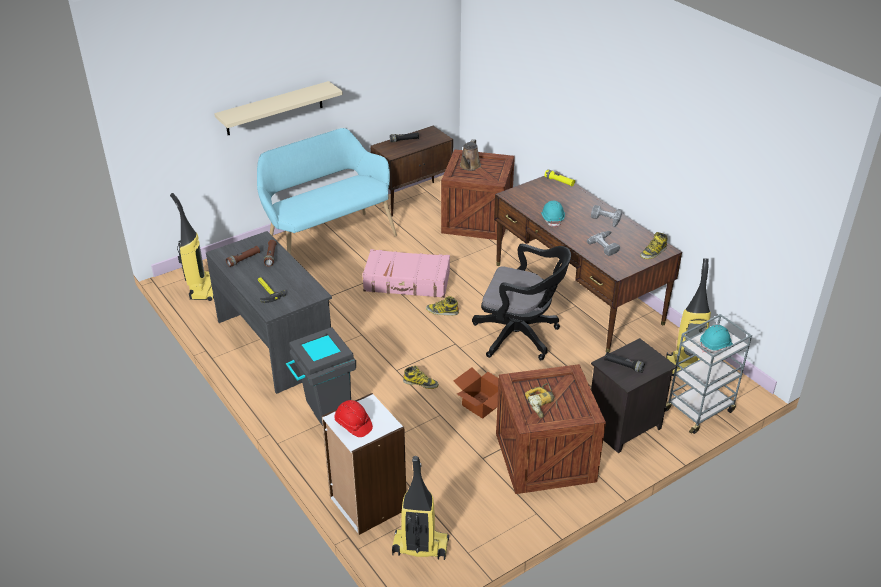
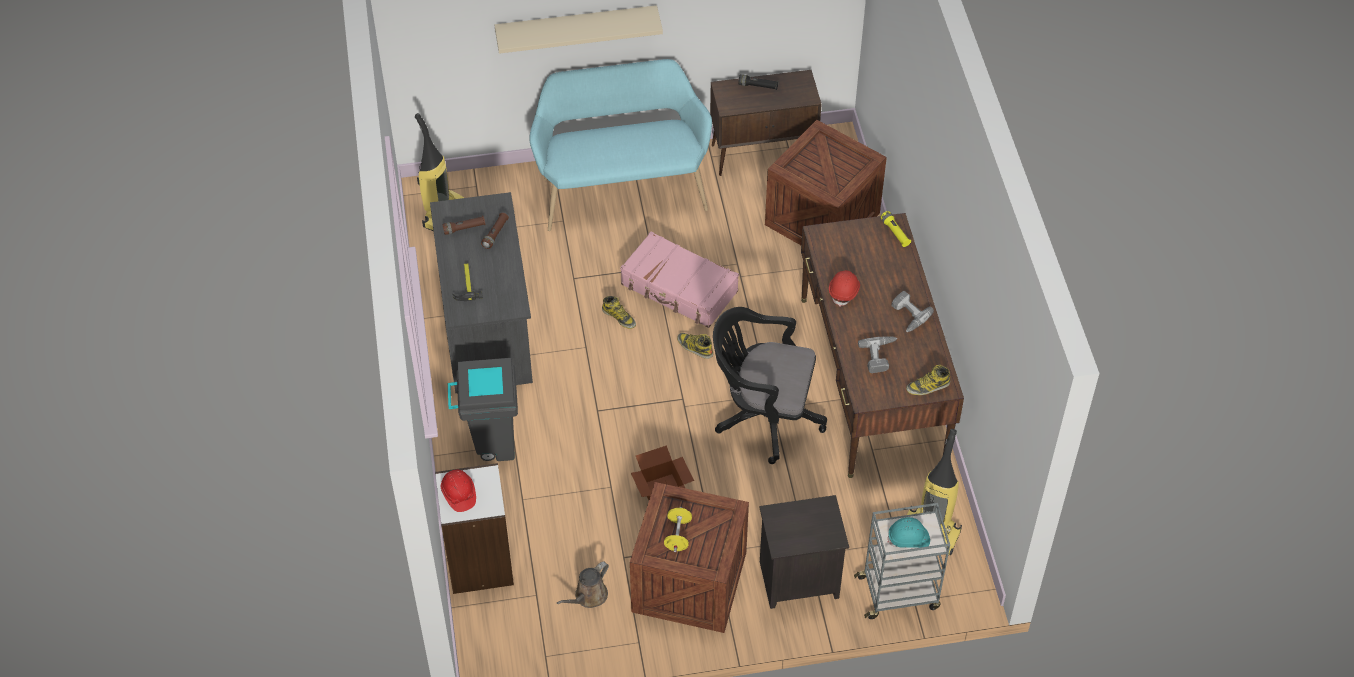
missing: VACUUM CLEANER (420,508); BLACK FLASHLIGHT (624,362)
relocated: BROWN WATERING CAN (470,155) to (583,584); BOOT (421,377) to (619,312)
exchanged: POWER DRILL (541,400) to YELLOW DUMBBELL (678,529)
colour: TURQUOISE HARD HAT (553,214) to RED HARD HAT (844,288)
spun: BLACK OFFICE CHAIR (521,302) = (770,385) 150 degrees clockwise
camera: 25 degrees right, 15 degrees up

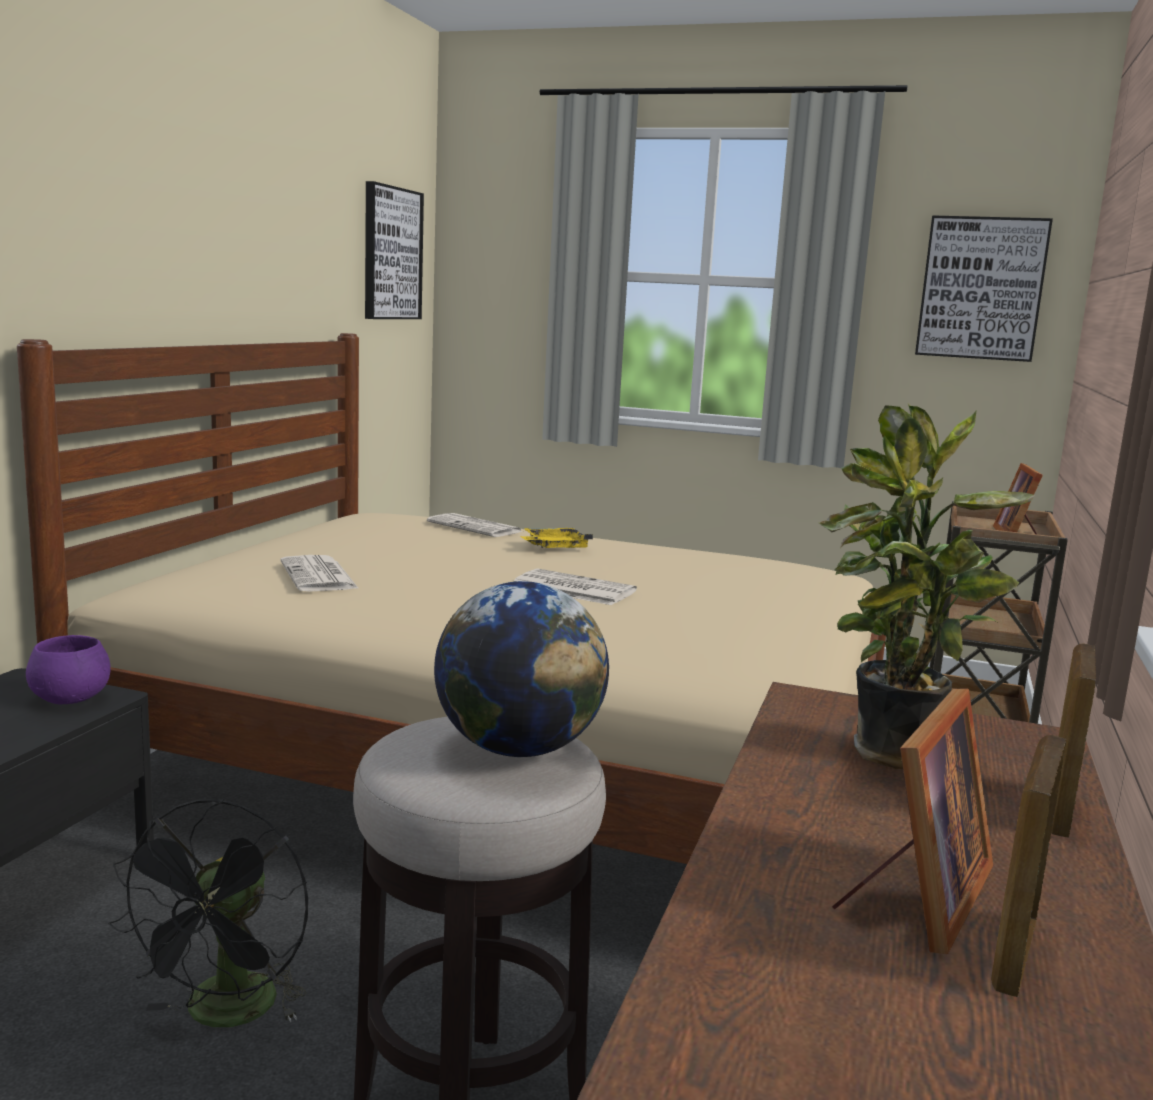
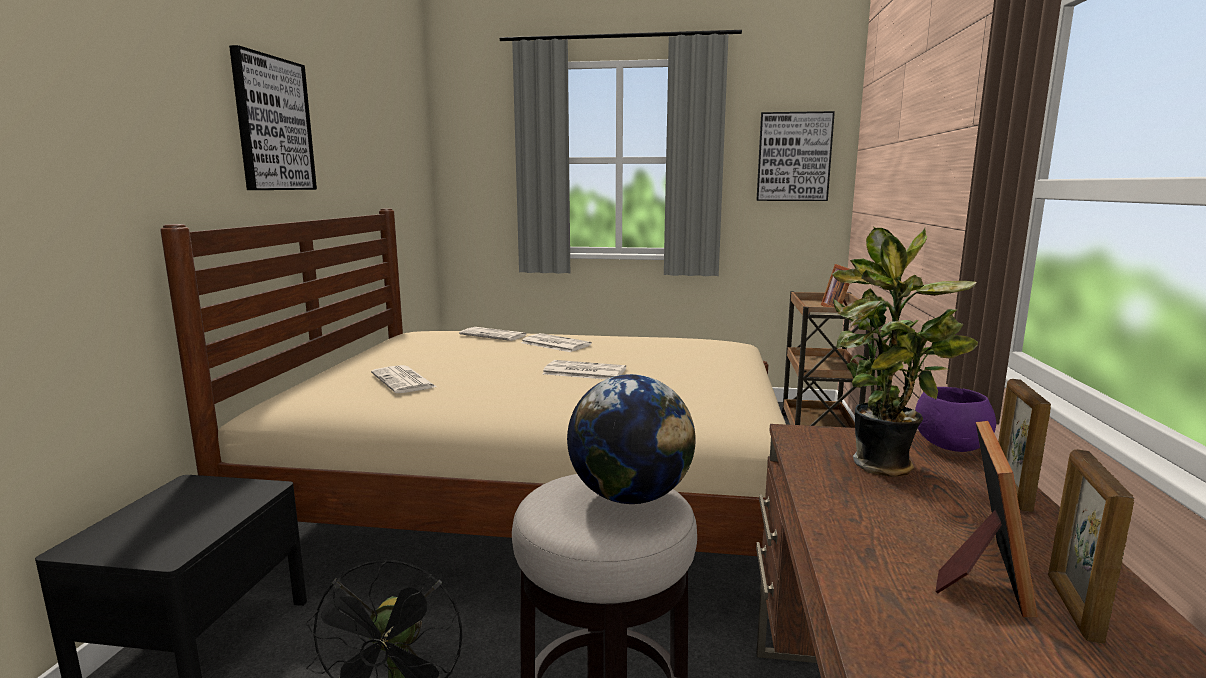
relocated: PICTURE (394,250) to (273,117); PURPLE BOWL (68,669) to (955,419)
exchanged: YELLOW TRAY (556,538) to NEWSPAPER (556,342)
camera: 10 degrees left, 0 degrees up

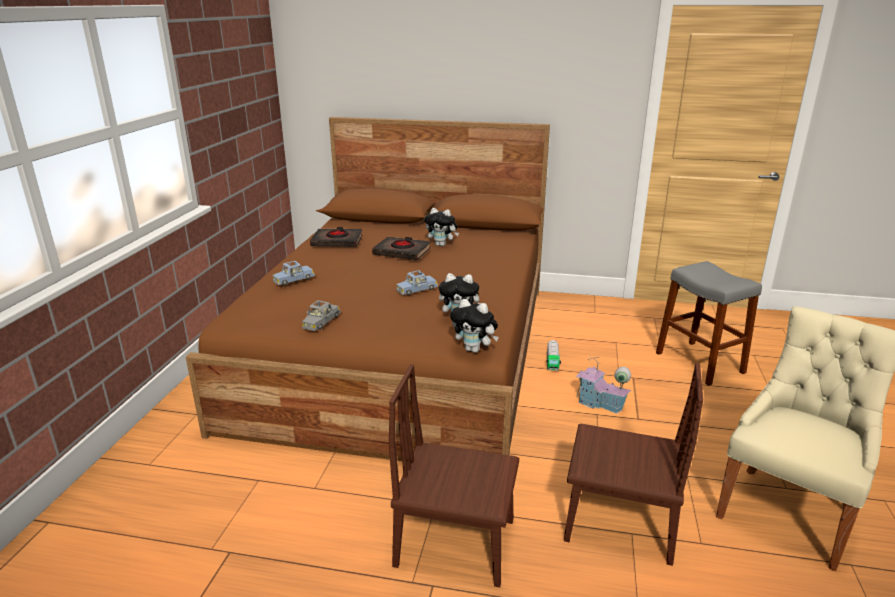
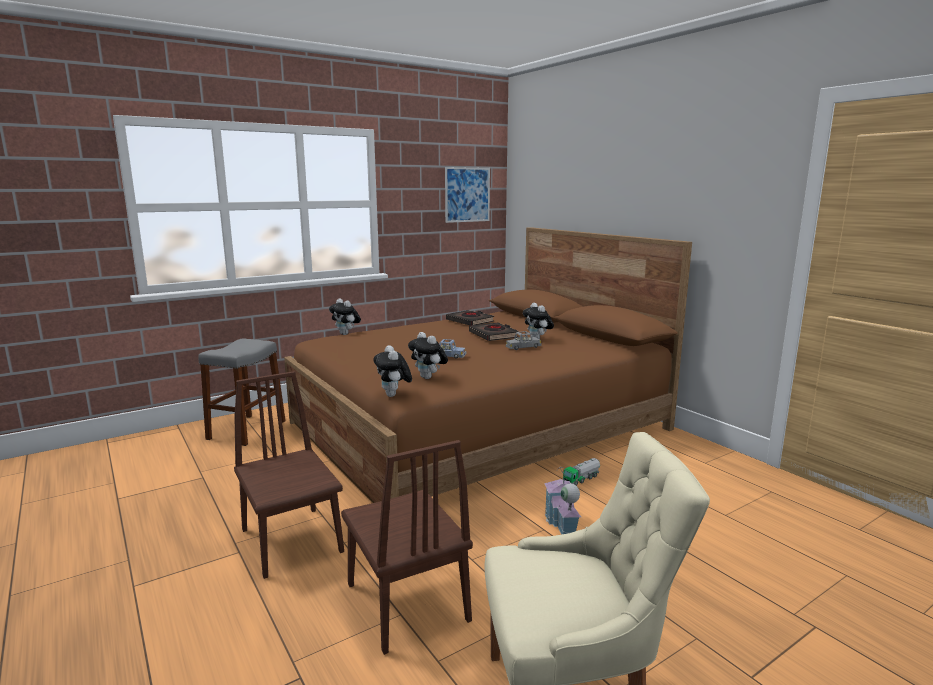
missing: BLUE TOY CAR (294,273)
appeared: PLUSH TOY (345,316); PICTURE (467,195)
relocated: GREY STOOL (709,323) to (242,392); GREY TOY CAR (321,315) to (524,340)
camera: 45 degrees right, 10 degrees down

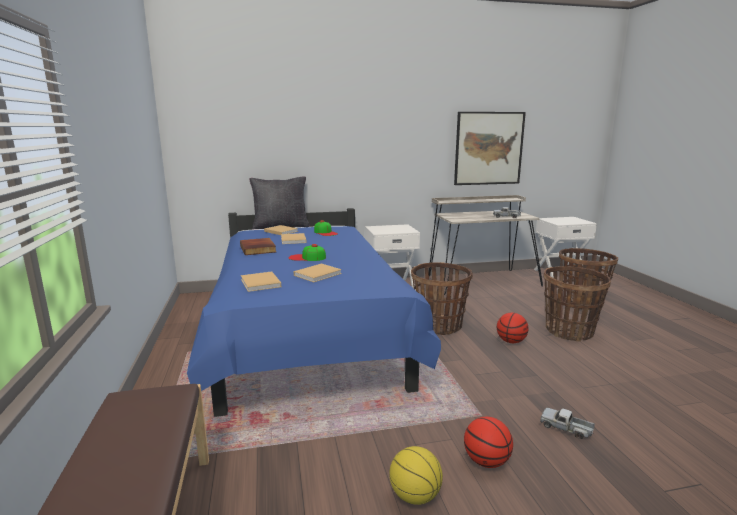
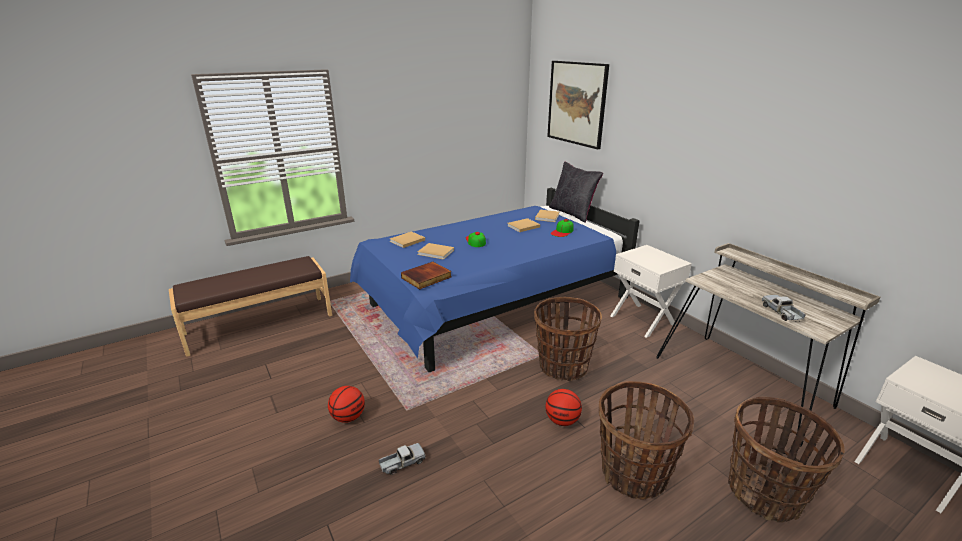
missing: BASKETBALL (416,475)
relocated: BOOK (258,246) to (426,276); PICTURE (490,148) to (578,105)
spun: TOY TRUCK (567,423) = (402,459) 45 degrees clockwise
camera: 70 degrees right, 10 degrees up

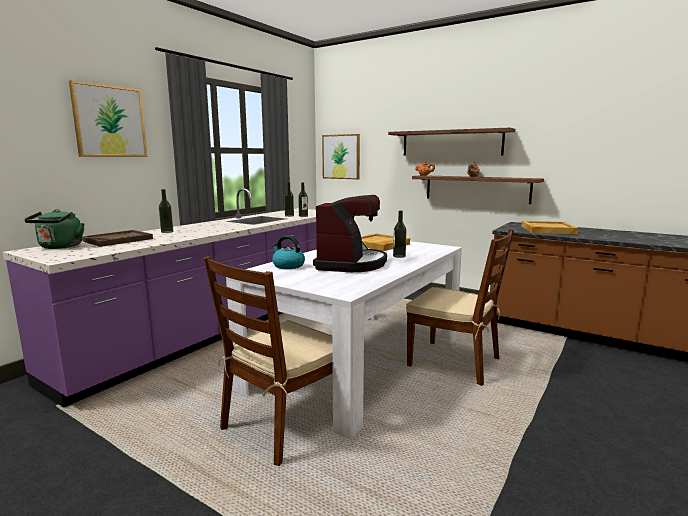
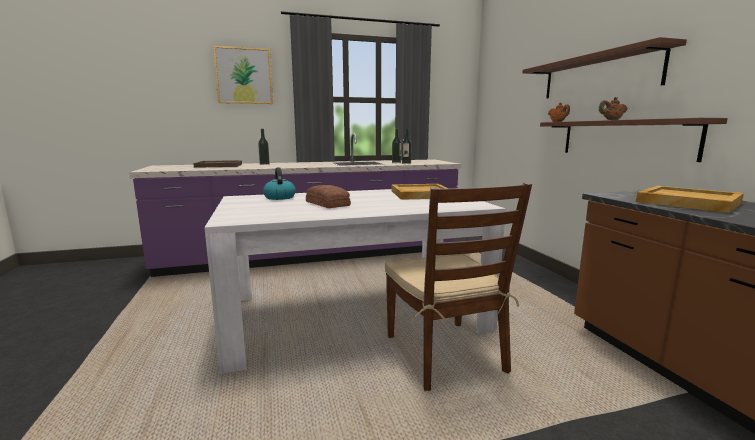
missing: GREEN KETTLE (54,229); BROWN CHAIR (268,361); PICTURE (341,157); BOTTLE (400,234)
exchanged: COFFEE MACHINE (350,233) to BREAD (328,196)
camera: 40 degrees right, 0 degrees up

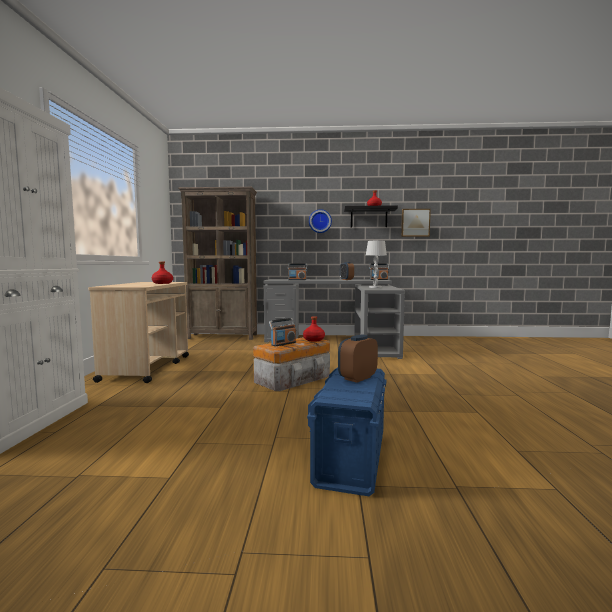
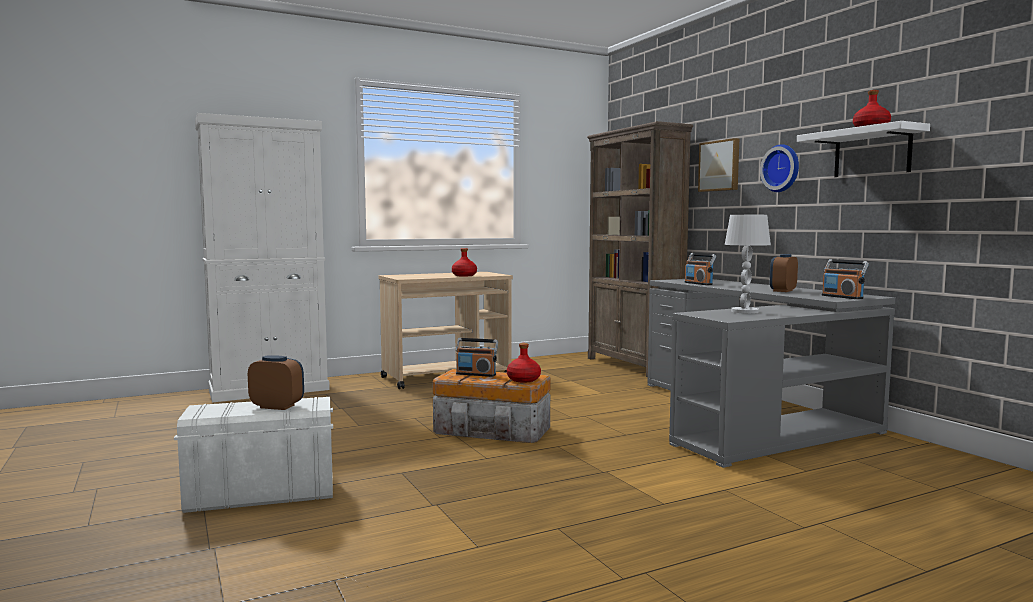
relocated: PICTURE (416,223) to (718,165)
colour: BLUE STORAGE BOX (347,432) to WHITE STORAGE BOX (253,455); BLACK SHELF (371,216) to WHITE SHELF (863,149)
camera: 60 degrees right, 0 degrees up

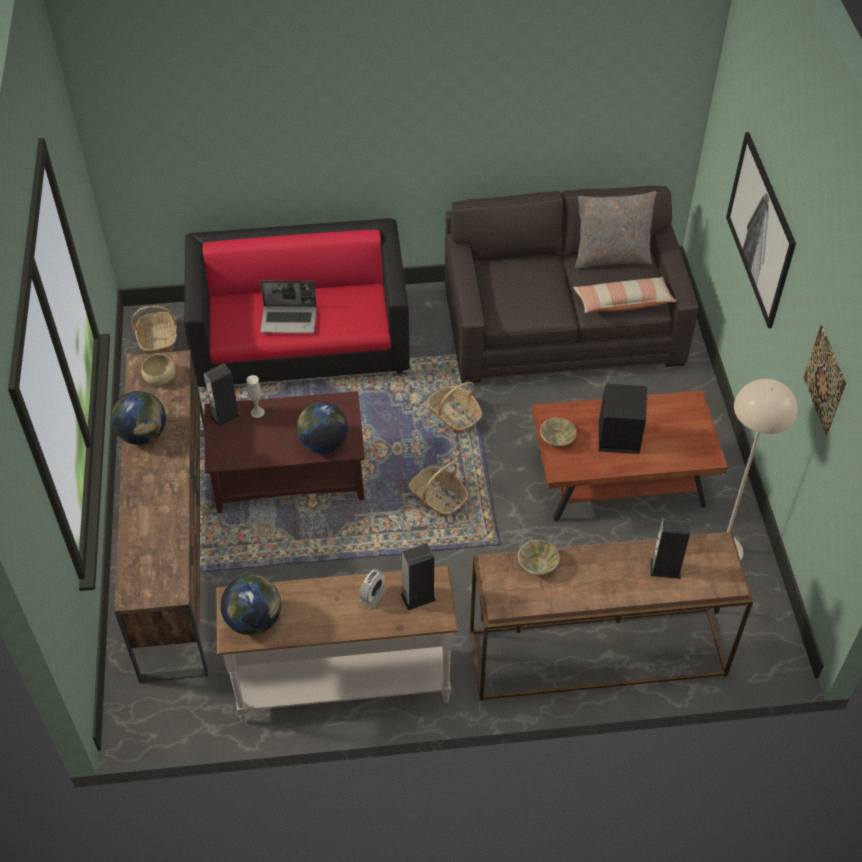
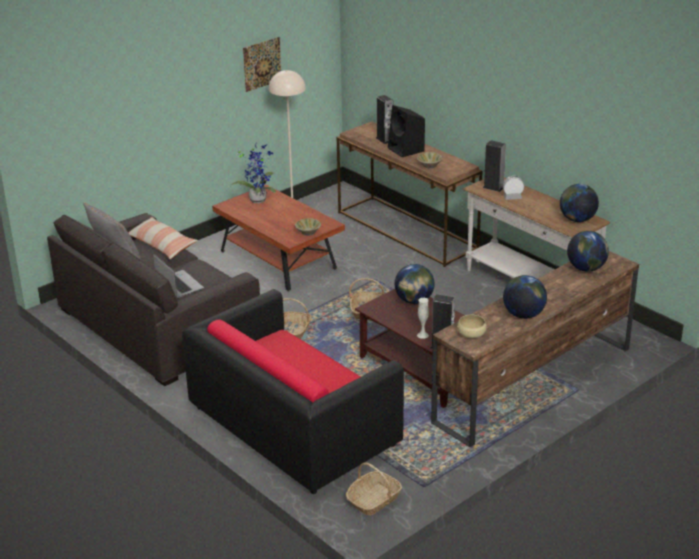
missing: PICTURE (761,230)
appeared: POTTED PLANT (253,172); GLOBE (588,251)
relocated: LAPTOP (288,306) to (178,275); BLACK SPEAKER (623,419) to (406,131)
camera: 125 degrees left, 20 degrees down

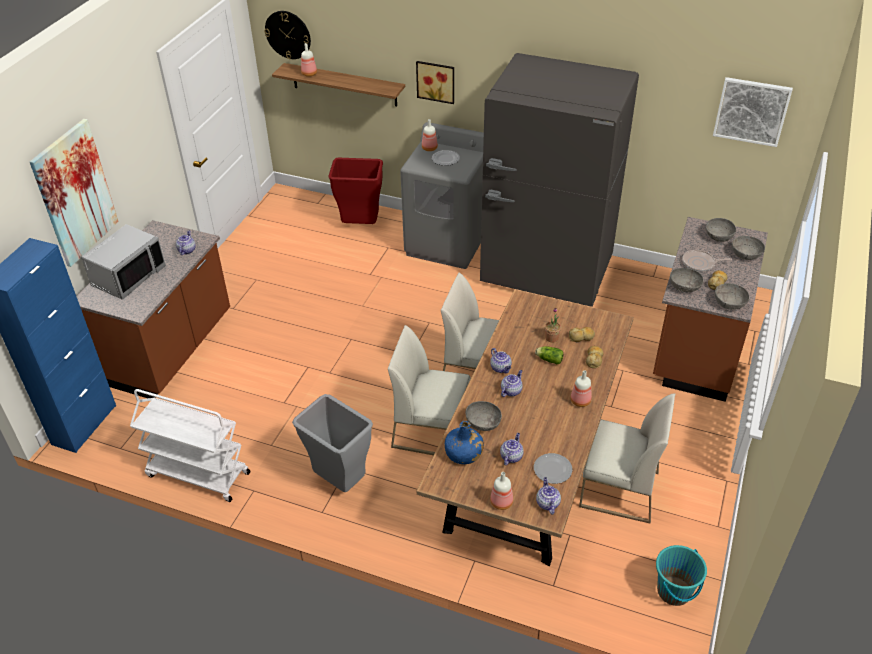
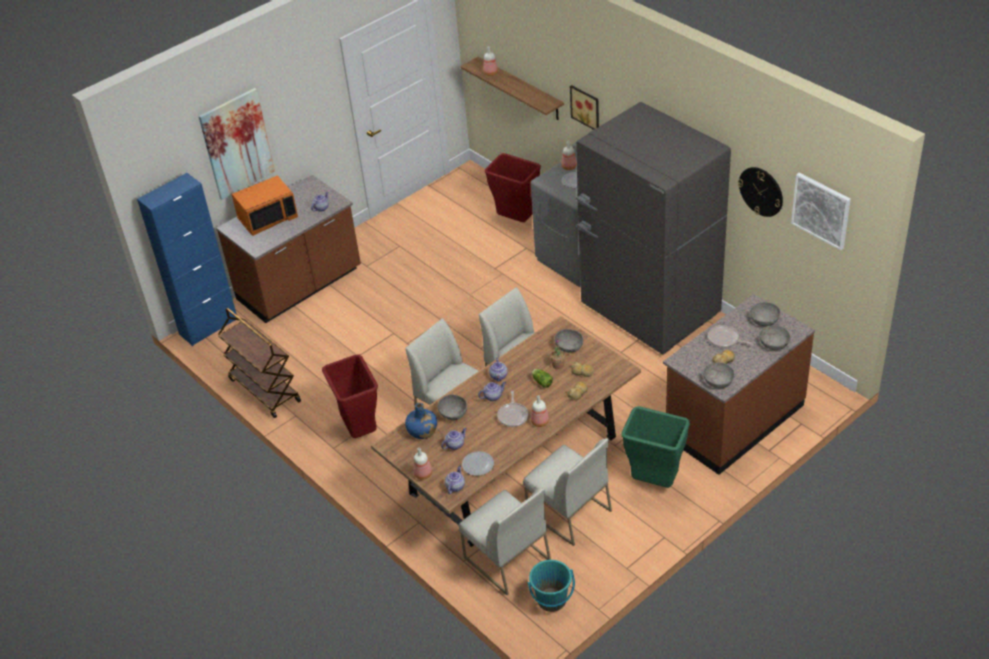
appeared: WHITE CHAIR (505,541); FRYING PAN (513,409); GREEN TRASH CAN (656,447)
relocated: GREY BOWL (686,280) to (569,341); WALL CLOCK (287,35) to (760,192)
colour: WHITE CART (190,445) to BROWN CART (259,363); GREY MICROWAVE (123,262) to ORANGE MICROWAVE (265,205); GREY TRASH CAN (332,443) to RED TRASH CAN (350,396)
camera: 30 degrees right, 0 degrees up

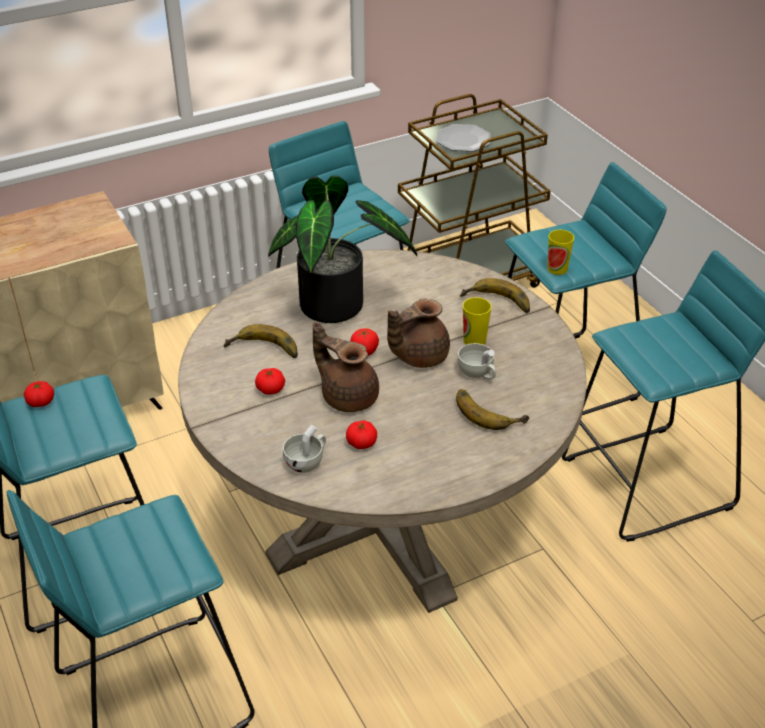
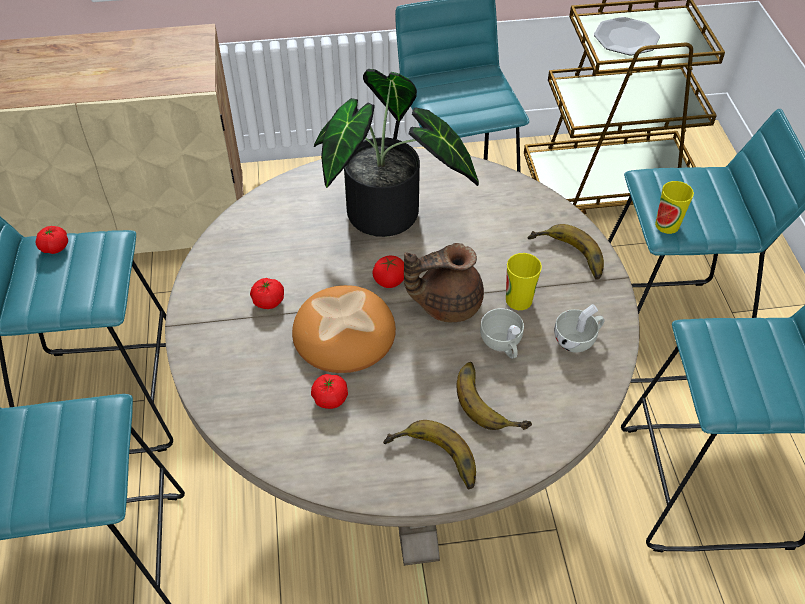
relocated: BANANA (261,341) to (429,455); WHITE CUP (304,449) to (579,328)
exchanged: BROWN TEAPOT (346,367) to BREAD (344,329)
camera: 20 degrees right, 10 degrees up

